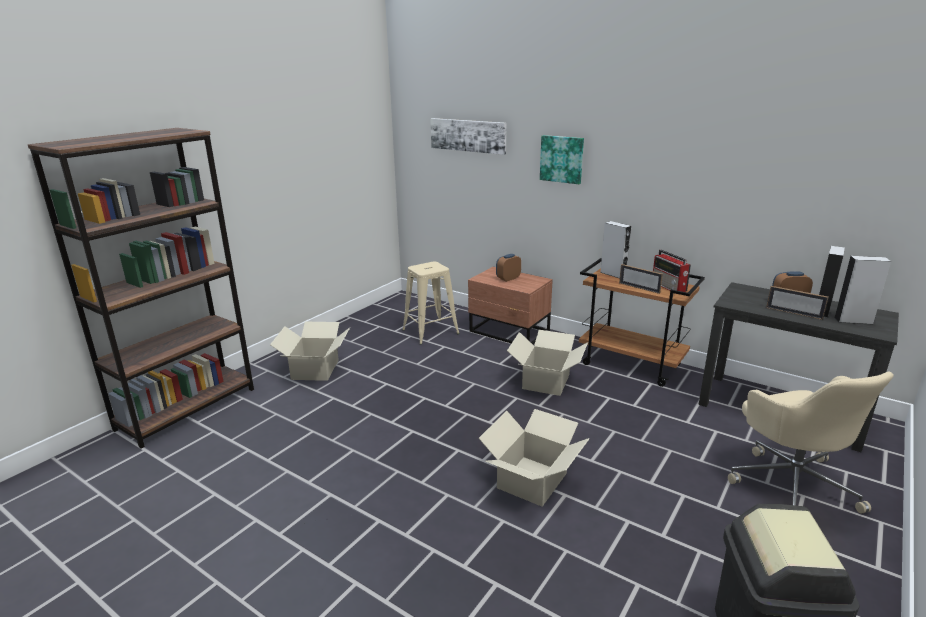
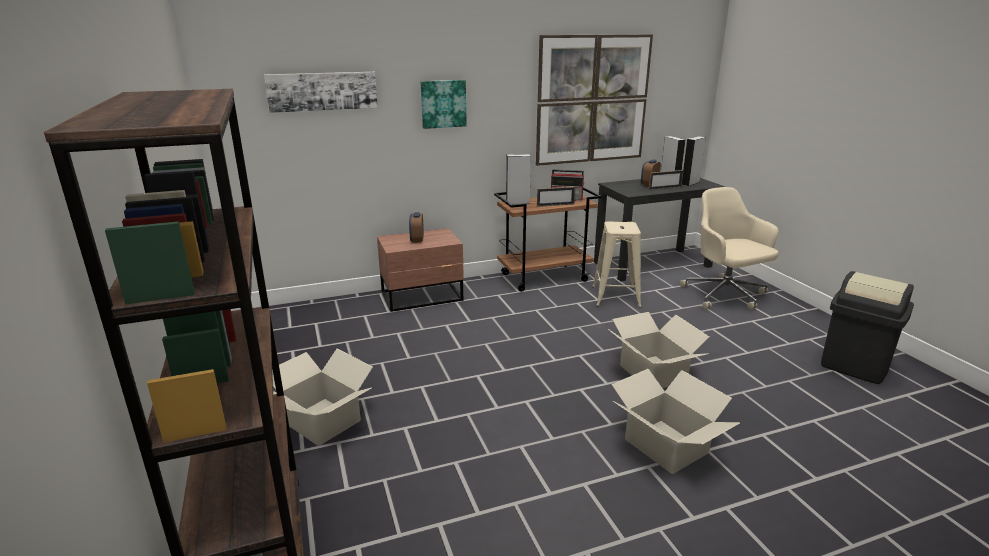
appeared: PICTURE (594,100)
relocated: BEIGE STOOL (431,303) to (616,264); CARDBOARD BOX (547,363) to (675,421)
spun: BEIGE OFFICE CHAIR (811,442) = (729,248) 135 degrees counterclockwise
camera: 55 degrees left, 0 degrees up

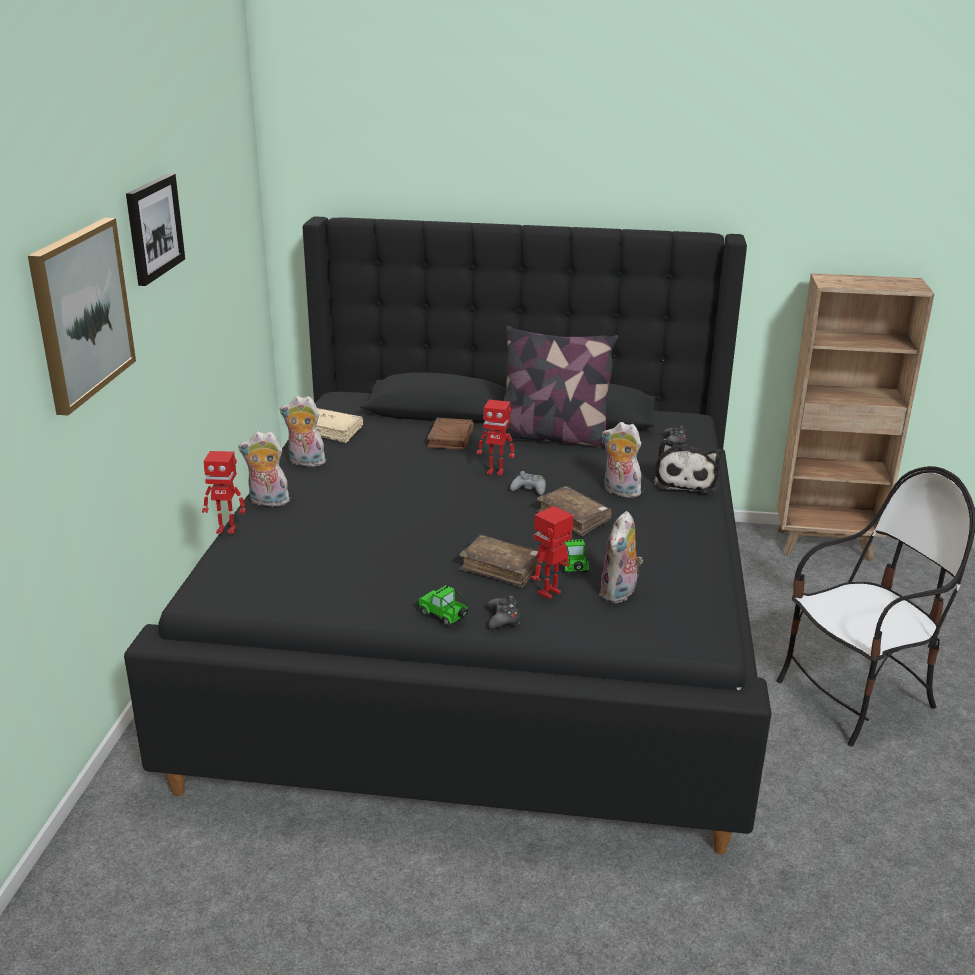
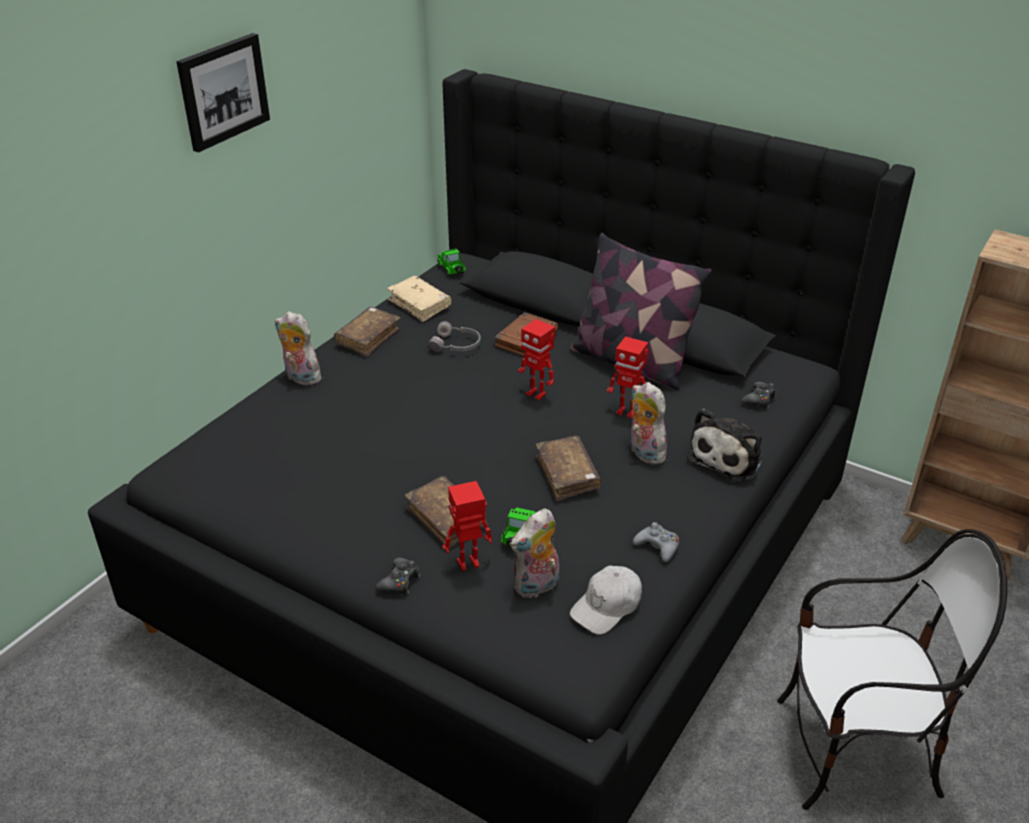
missing: PICTURE (82,317)
appeared: GREY HEADPHONES (454,336); WHITE CAP (606,600)
relocated: TOY CAR (443,605) to (451,262); TOY ROBOT (224,492) to (628,377); GREY GAME CONTROLLER (528,483) to (656,542)
exchanged: PLUSH TOY (303,431) to BROWN BOOK (367,332)
camera: 25 degrees right, 10 degrees up

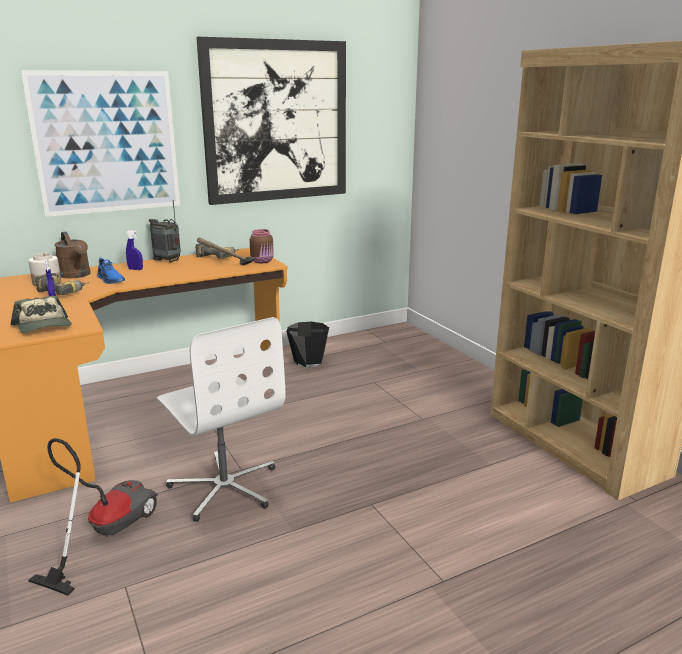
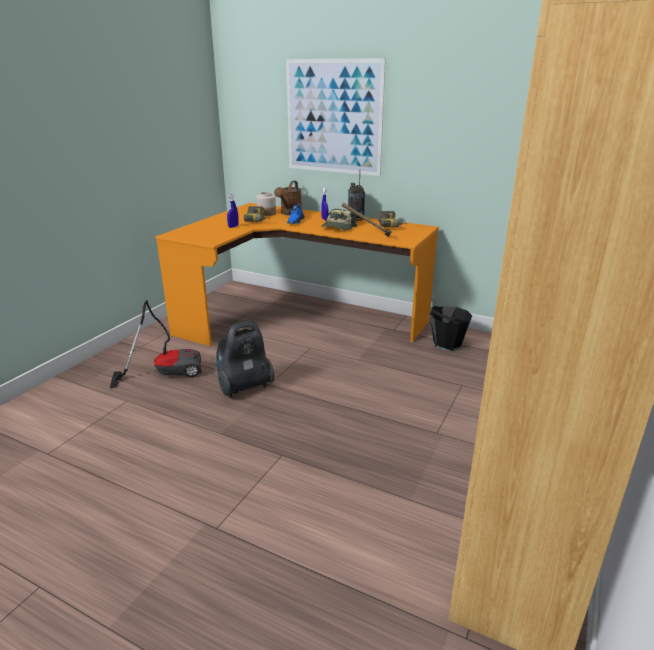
missing: PICTURE (271,121); BROWN JAR (262,246)
relocated: CAP (41,314) to (339,219)
exchanged: WHITE OFFICE CHAIR (221,419) to VACUUM CLEANER (245,359)
camera: 55 degrees right, 5 degrees up

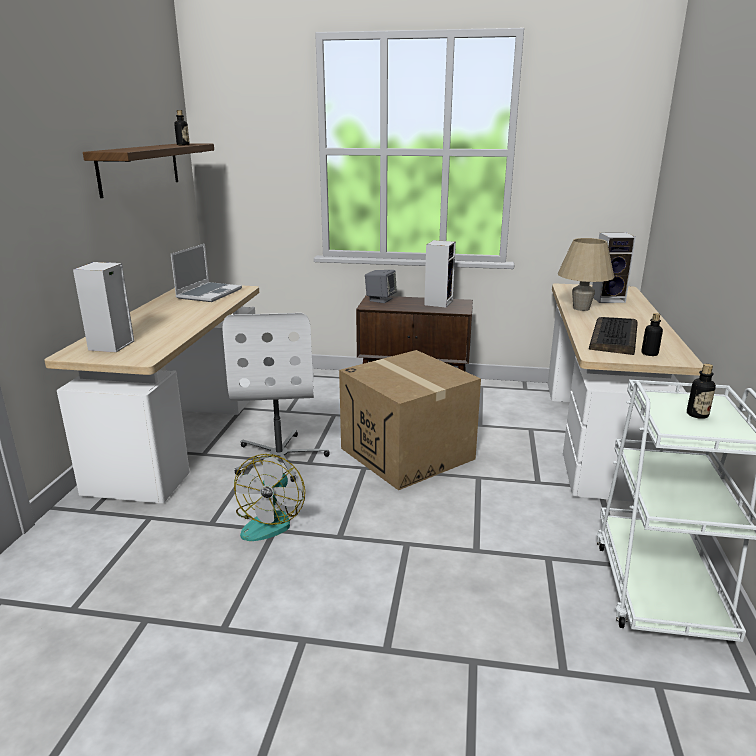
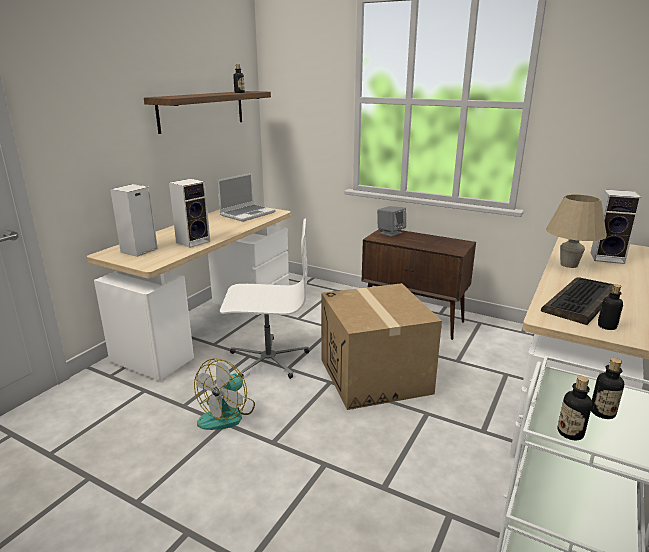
appeared: BOTTLE (575,408)
relocated: SPEAKER (440,274) to (189,213)
spun: WHITE OFFICE CHAIR (276,397) = (264,298) 105 degrees counterclockwise
camera: 20 degrees right, 0 degrees up

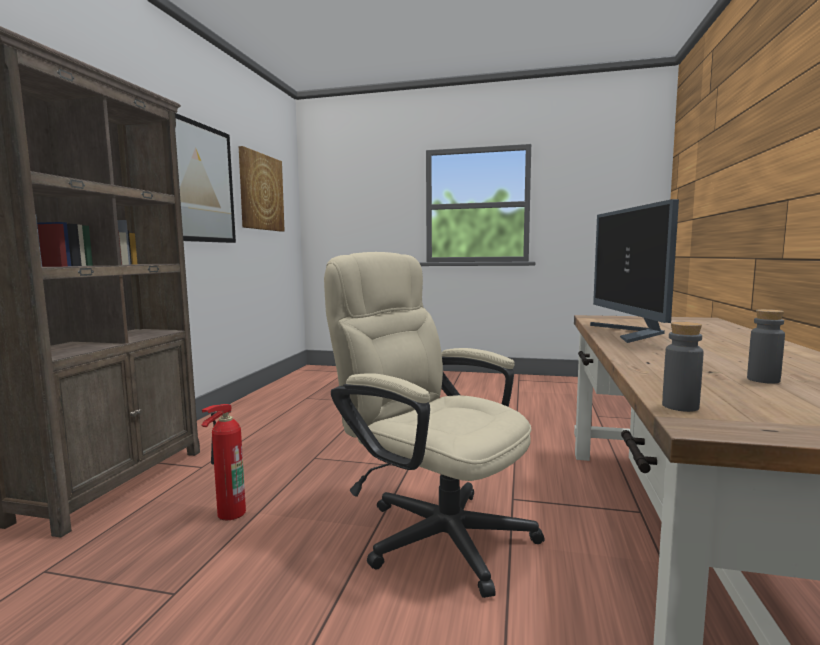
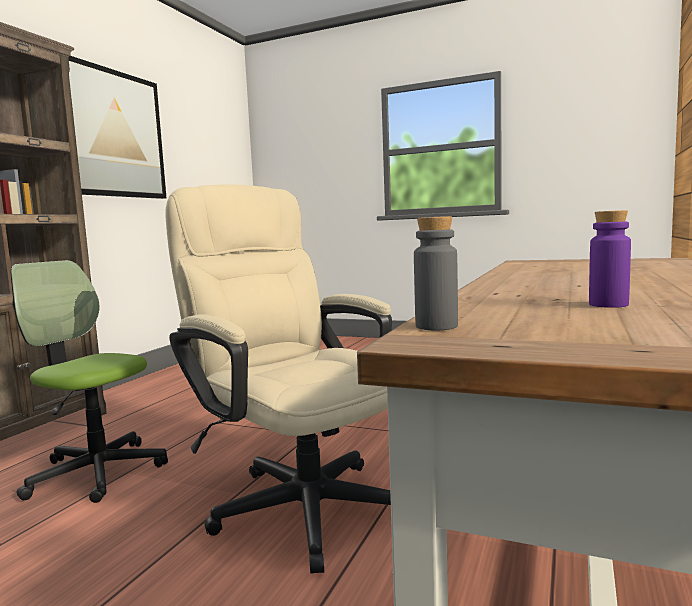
missing: PICTURE (262,188); MONITOR (634,271)
exchanged: FIRE EXTINGUISHER (223,462) to OFFICE CHAIR (89,381)
colour: GREY BOTTLE (766,346) to PURPLE BOTTLE (610,259)
camera: 10 degrees right, 0 degrees up

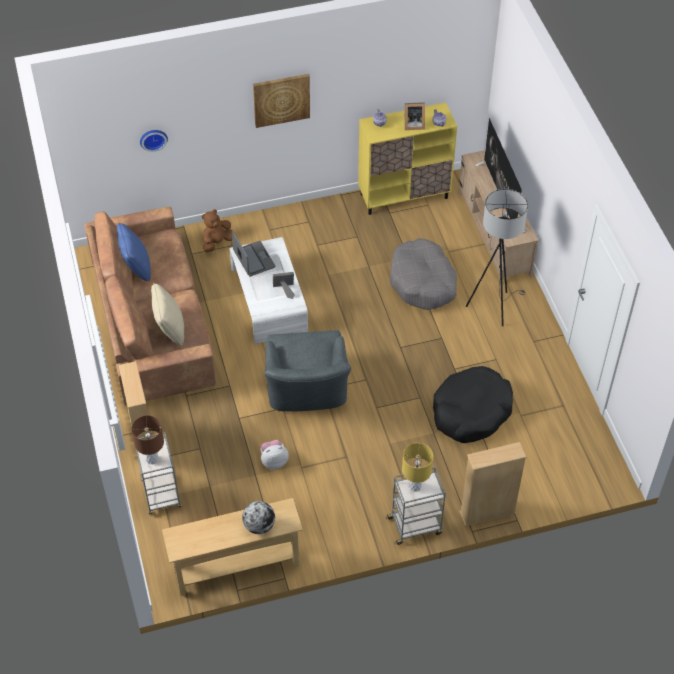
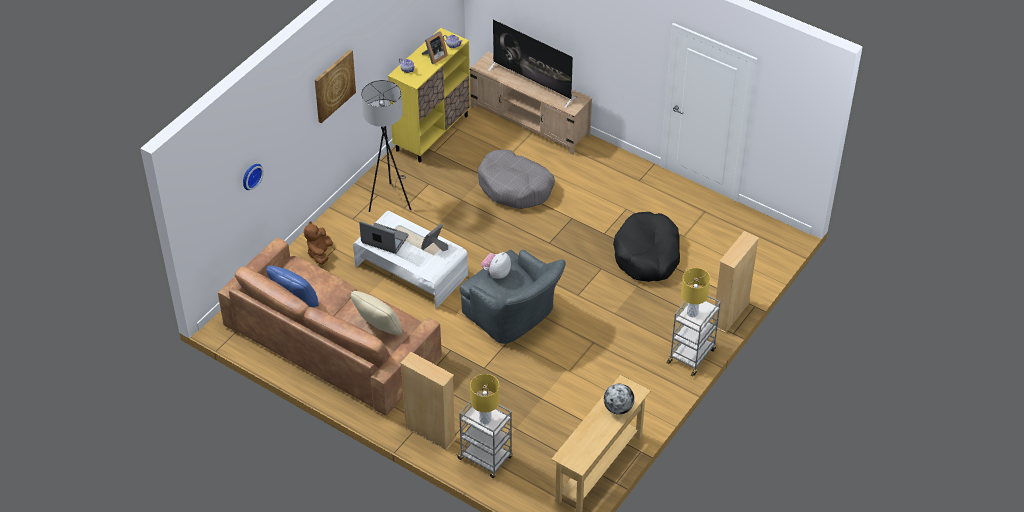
relocated: GREY FLOOR LAMP (497,257) to (386,146); PLUSH TOY (274,454) to (496,265)
colour: BROWN TABLE LAMP (147,439) to YELLOW TABLE LAMP (484,399)
camera: 40 degrees left, 5 degrees down

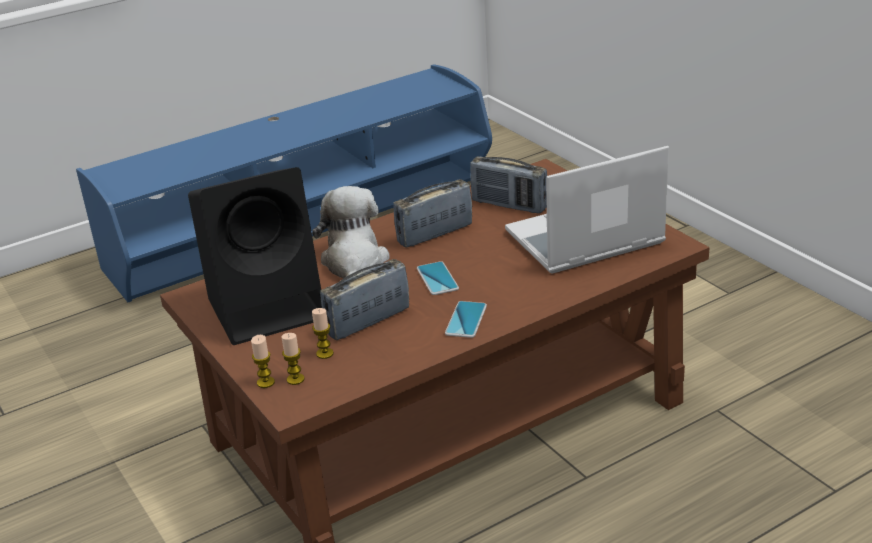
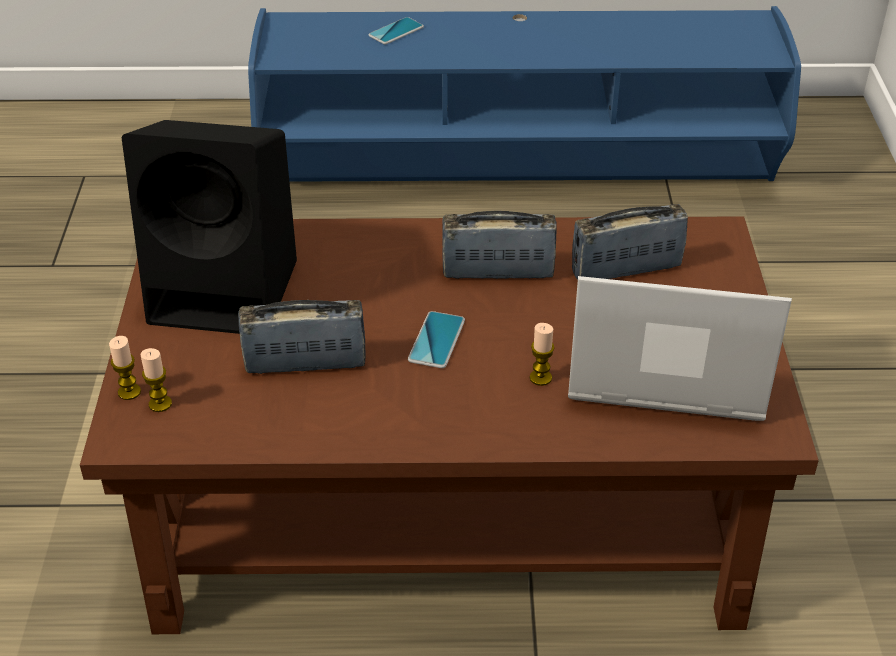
missing: PLUSH TOY (351,232)
relocated: PHONE (466,319) to (396,30); CANDLE (323,333) to (542,354)
spun: RADIO (508,184) = (630,242) 105 degrees clockwise
camera: 30 degrees right, 10 degrees up

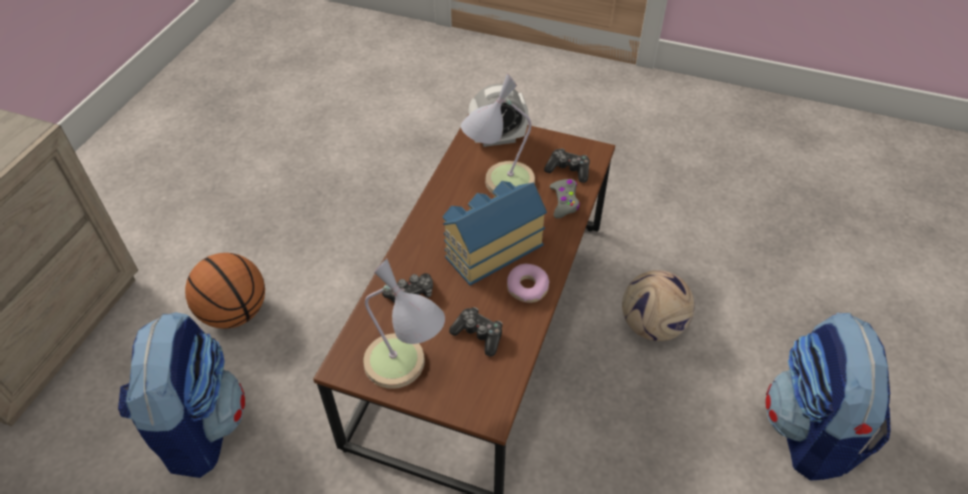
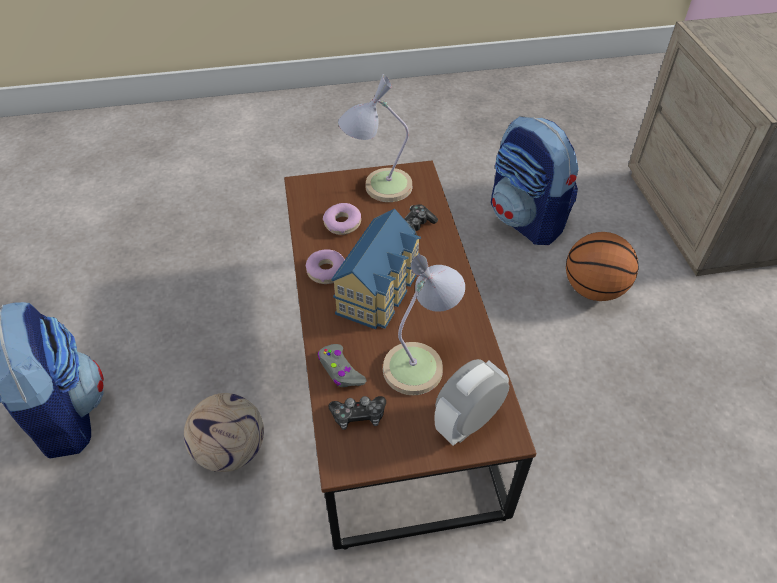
exchanged: GAME CONTROLLER (476,332) to DONUT (342,219)
camera: 150 degrees right, 0 degrees up

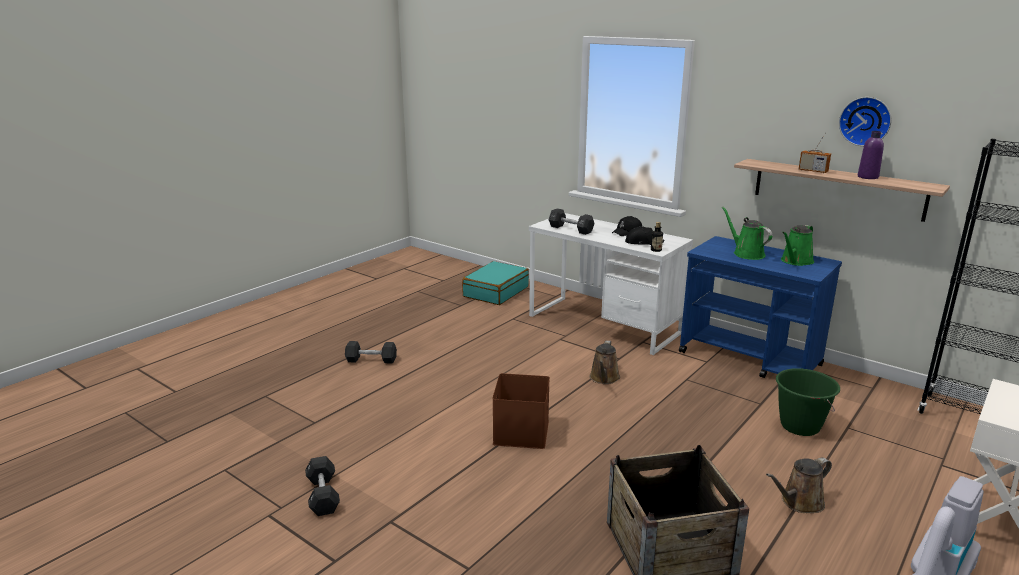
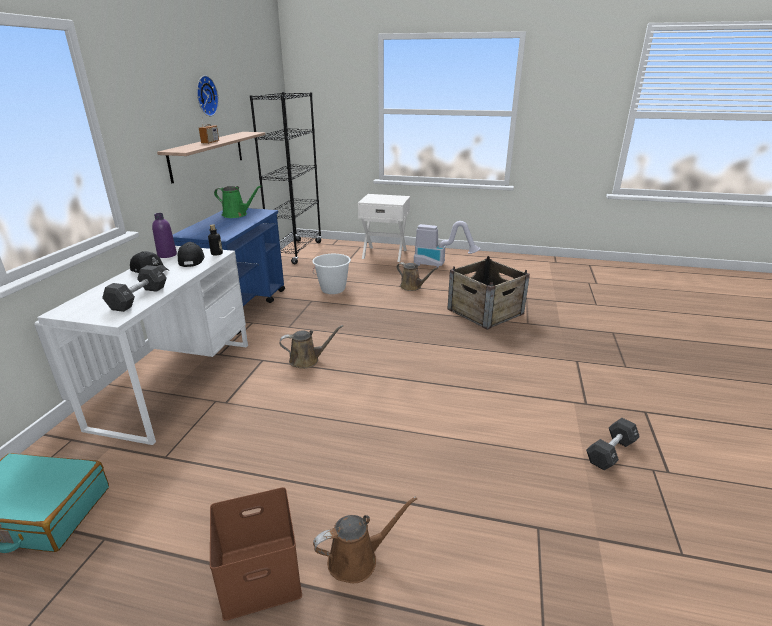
missing: GREEN WATERING CAN (747,233)
relocated: PURPLE BOTTLE (871,155) to (164,235); BROWN STORAGE BOX (521,411) to (256,554)
exchanged: BLACK DUMBBELL (371,352) to BROWN WATERING CAN (365,539)
colour: GREEN BUCKET (808,402) to WHITE BUCKET (331,274)
camera: 115 degrees left, 5 degrees up

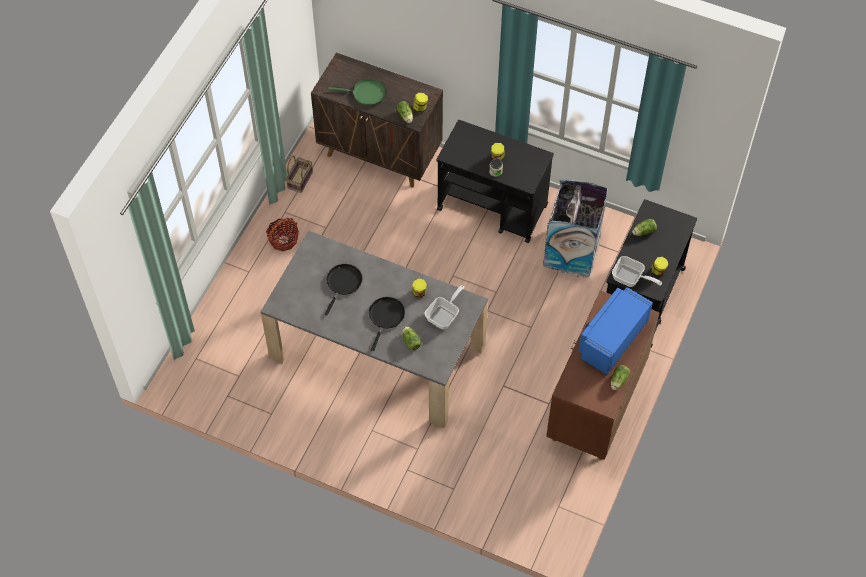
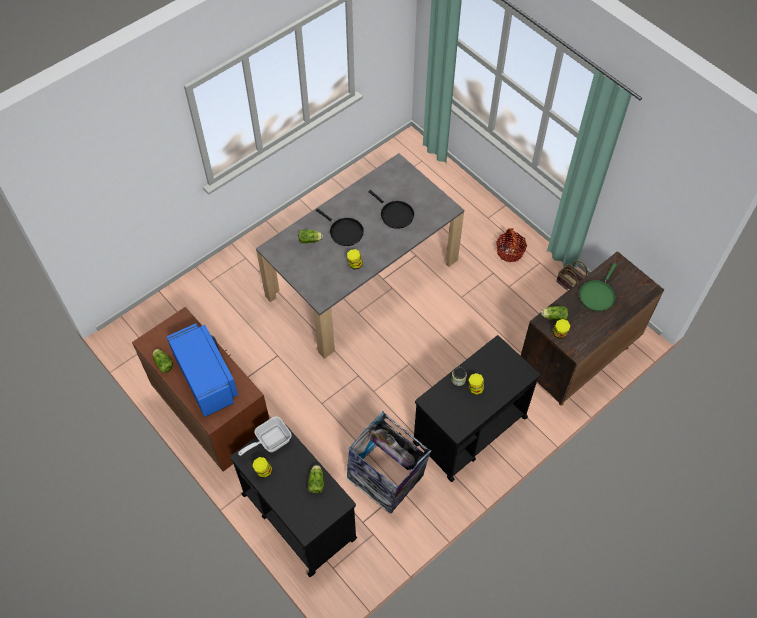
missing: FRYING PAN (444,307)
camera: 115 degrees right, 0 degrees up

